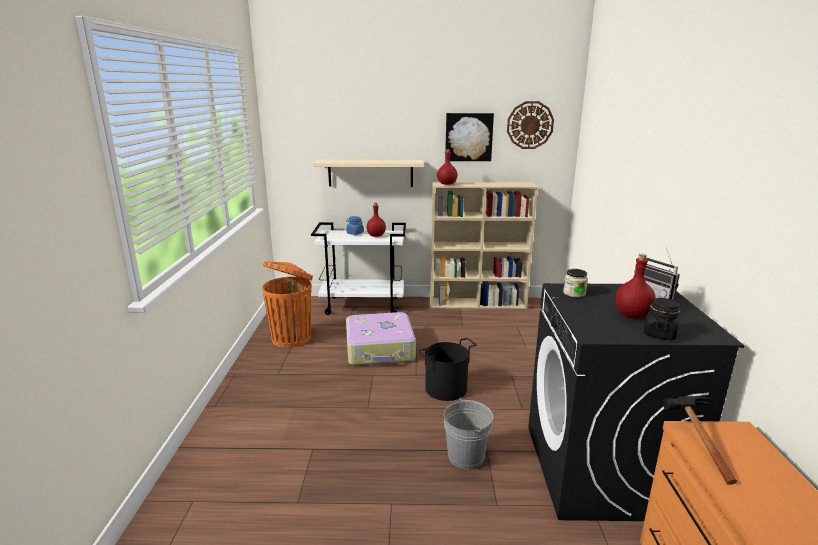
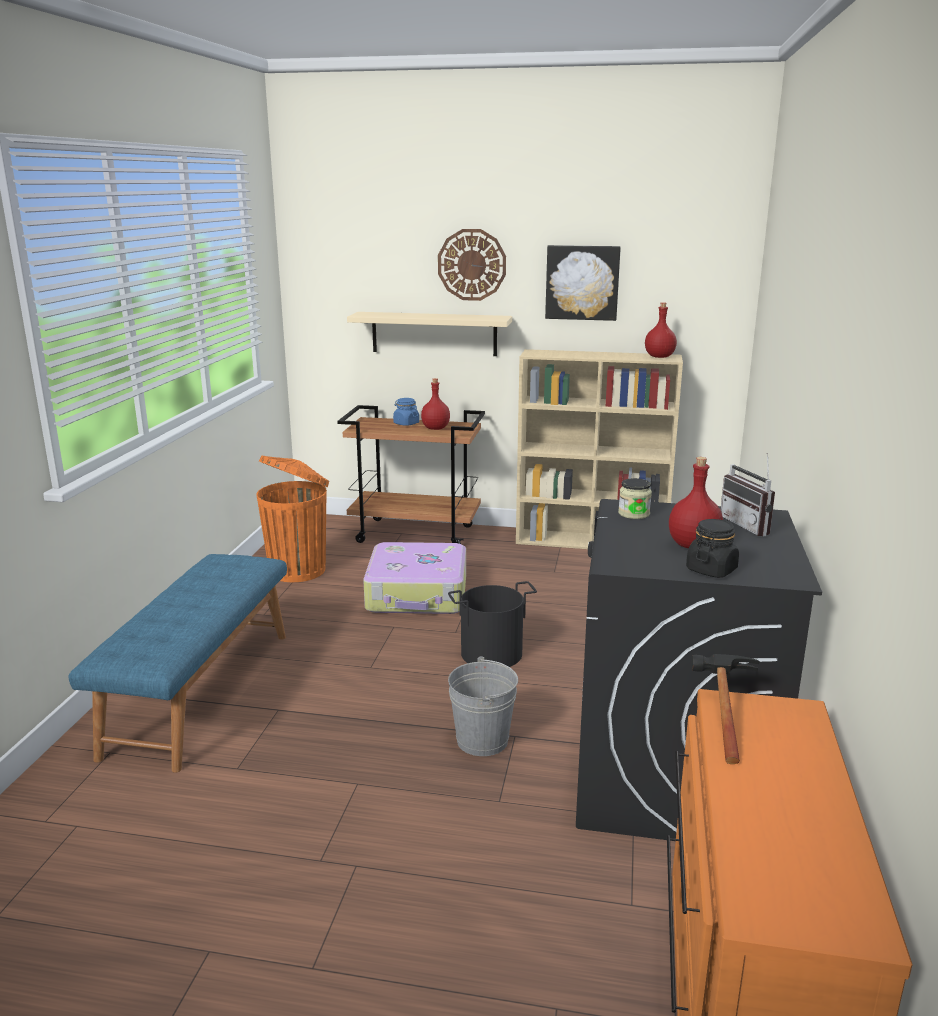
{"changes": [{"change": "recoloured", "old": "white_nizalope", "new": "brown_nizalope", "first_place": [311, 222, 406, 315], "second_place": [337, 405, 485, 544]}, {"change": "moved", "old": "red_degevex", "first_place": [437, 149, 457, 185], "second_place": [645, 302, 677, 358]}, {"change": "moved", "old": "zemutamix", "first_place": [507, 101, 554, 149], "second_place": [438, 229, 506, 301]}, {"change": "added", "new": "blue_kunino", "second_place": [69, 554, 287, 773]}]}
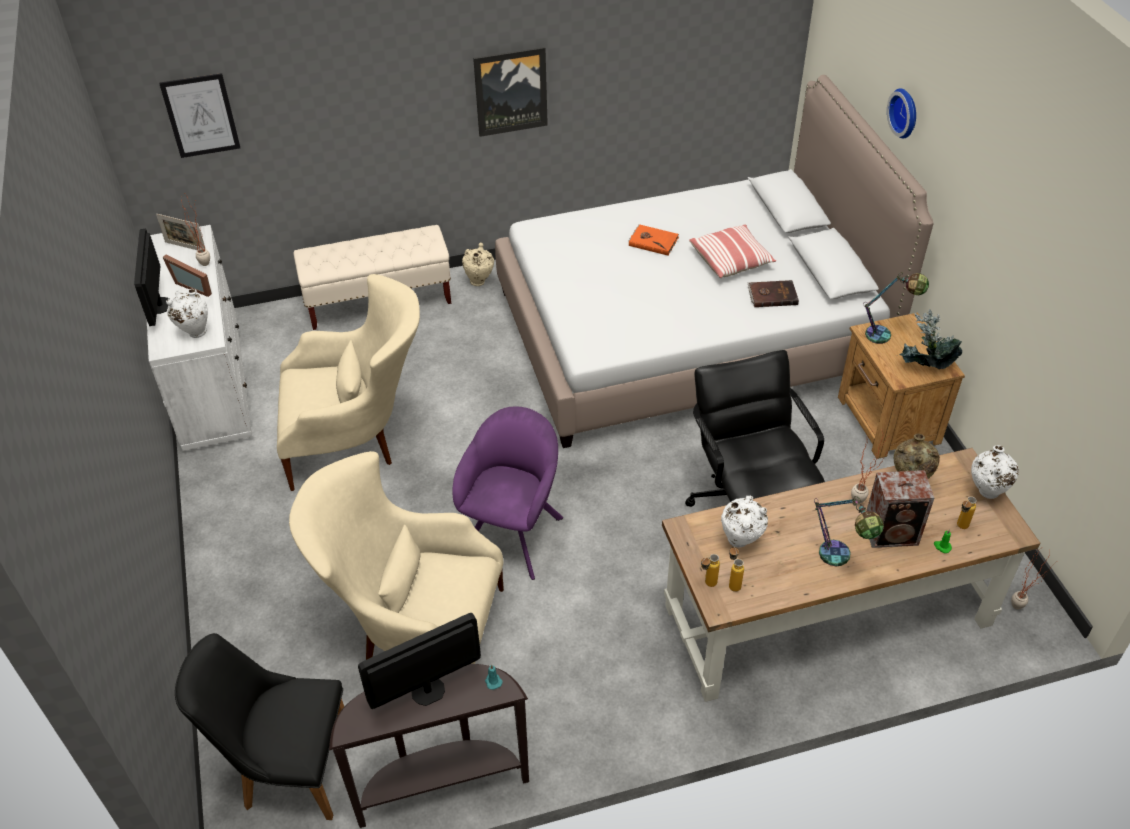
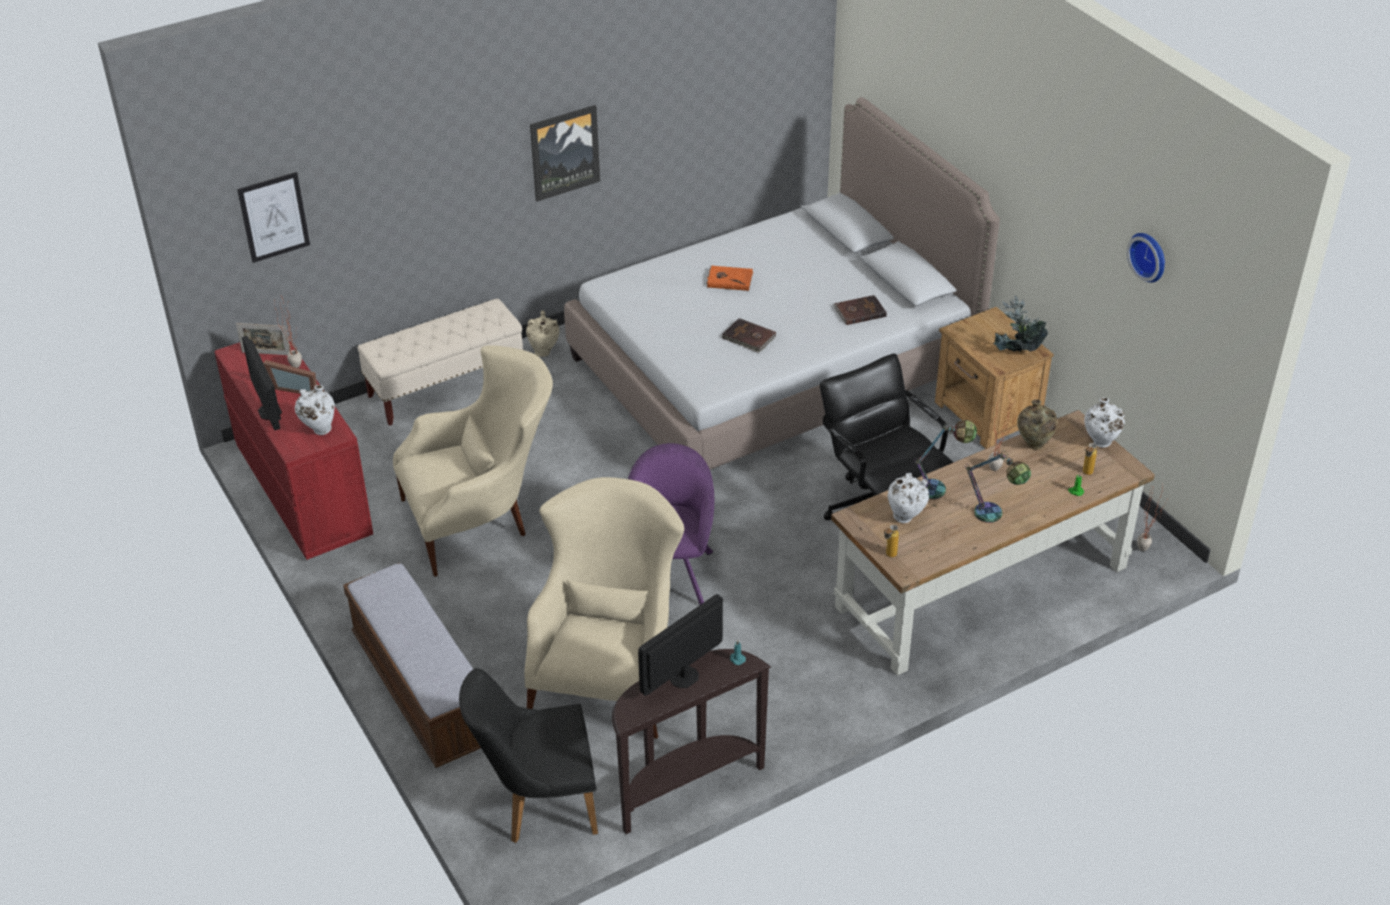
{"changes": [{"change": "recoloured", "old": "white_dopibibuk", "new": "red_dopibibuk", "first_place": [147, 225, 252, 451], "second_place": [214, 342, 373, 560]}, {"change": "turned", "old": "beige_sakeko", "first_place": [289, 451, 504, 664], "second_place": [524, 477, 684, 739], "degrees": 105}, {"change": "removed", "old": "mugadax", "first_place": [689, 224, 776, 278]}, {"change": "removed", "old": "degevex", "first_place": [729, 546, 744, 592]}, {"change": "moved", "old": "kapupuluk", "first_place": [863, 272, 929, 344], "second_place": [914, 420, 977, 499]}, {"change": "removed", "old": "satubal", "first_place": [866, 470, 934, 548]}, {"change": "moved", "old": "zemutamix", "first_place": [887, 88, 916, 139], "second_place": [1127, 233, 1165, 283]}, {"change": "added", "new": "kunino", "second_place": [343, 563, 481, 768]}, {"change": "added", "new": "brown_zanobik", "second_place": [722, 318, 776, 353]}]}
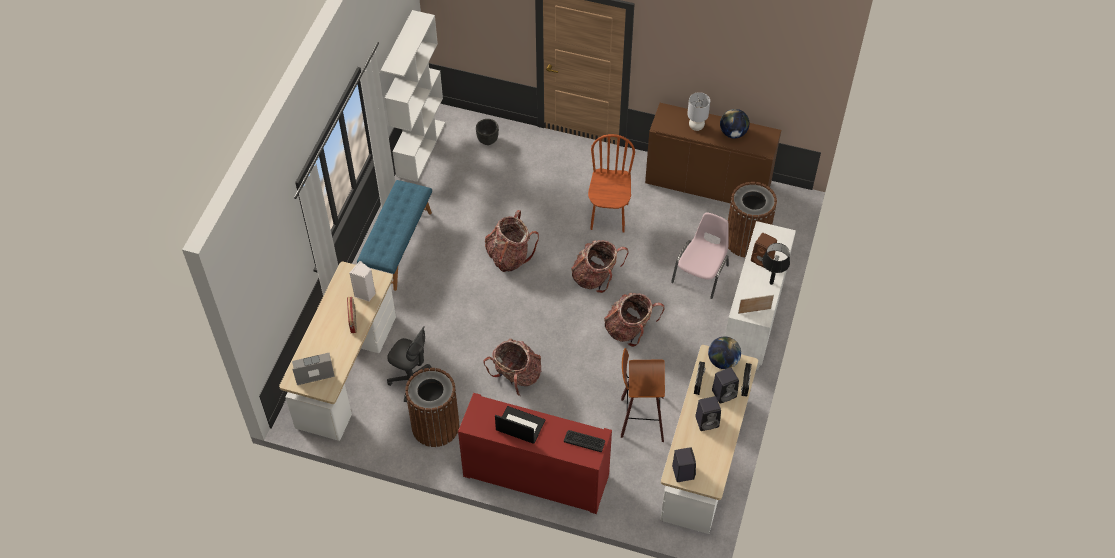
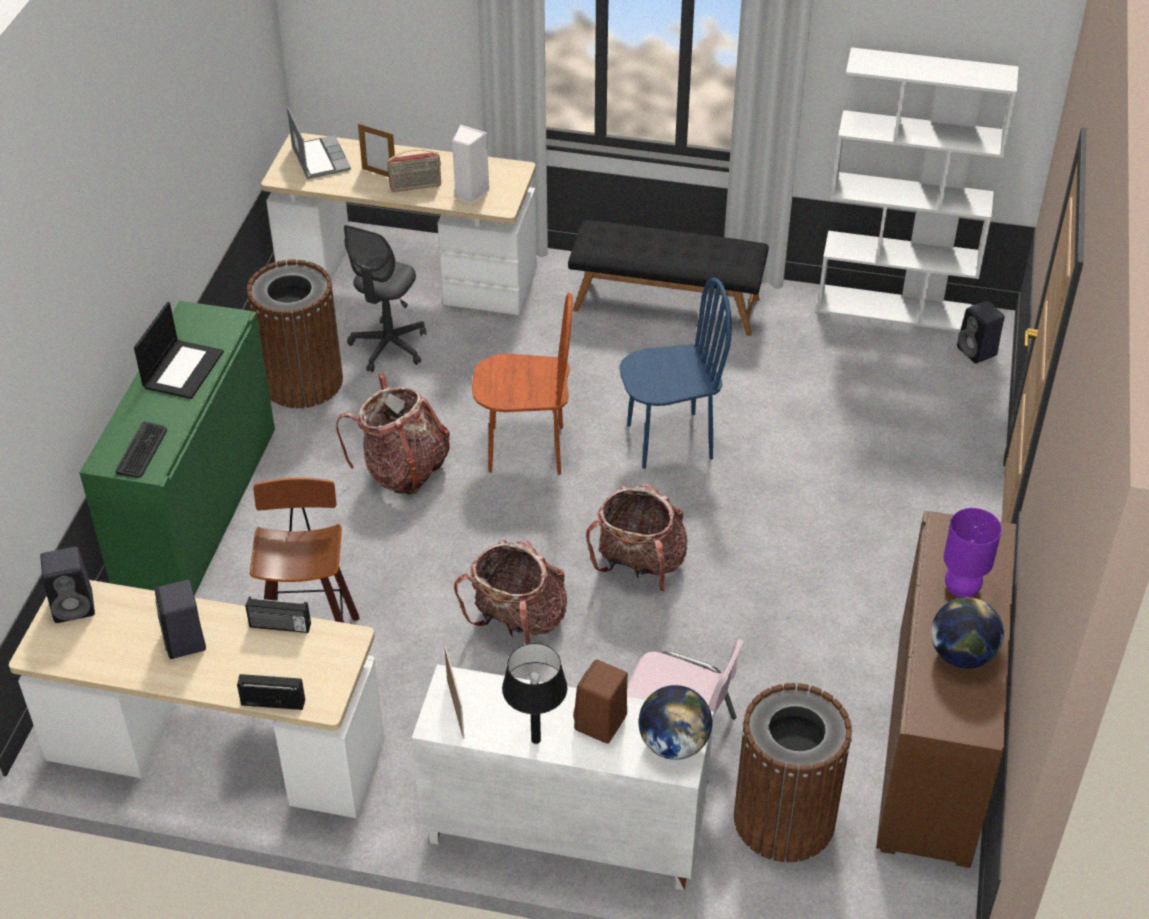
{"changes": [{"change": "recoloured", "old": "blue_kunino", "new": "black_kunino", "first_place": [357, 180, 432, 291], "second_place": [568, 220, 769, 336]}, {"change": "recoloured", "old": "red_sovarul", "new": "green_sovarul", "first_place": [458, 393, 612, 514], "second_place": [79, 301, 275, 596]}, {"change": "removed", "old": "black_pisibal", "first_place": [476, 119, 499, 145]}, {"change": "replaced", "old": "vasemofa", "new": "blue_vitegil", "first_place": [485, 210, 539, 272], "second_place": [619, 277, 732, 469]}, {"change": "moved", "old": "brown_vitegil", "first_place": [588, 134, 635, 233], "second_place": [472, 293, 573, 475]}, {"change": "recoloured", "old": "grey_kapupuluk", "new": "purple_kapupuluk", "first_place": [687, 92, 710, 131], "second_place": [943, 508, 1002, 597]}, {"change": "moved", "old": "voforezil", "first_place": [708, 336, 741, 369], "second_place": [639, 685, 712, 760]}, {"change": "moved", "old": "black_satubal", "first_place": [712, 367, 739, 404], "second_place": [957, 301, 1005, 364]}, {"change": "added", "new": "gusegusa", "second_place": [358, 123, 395, 177]}]}
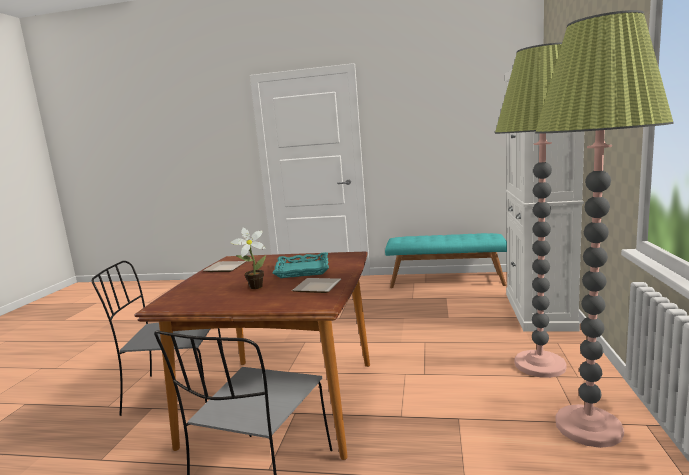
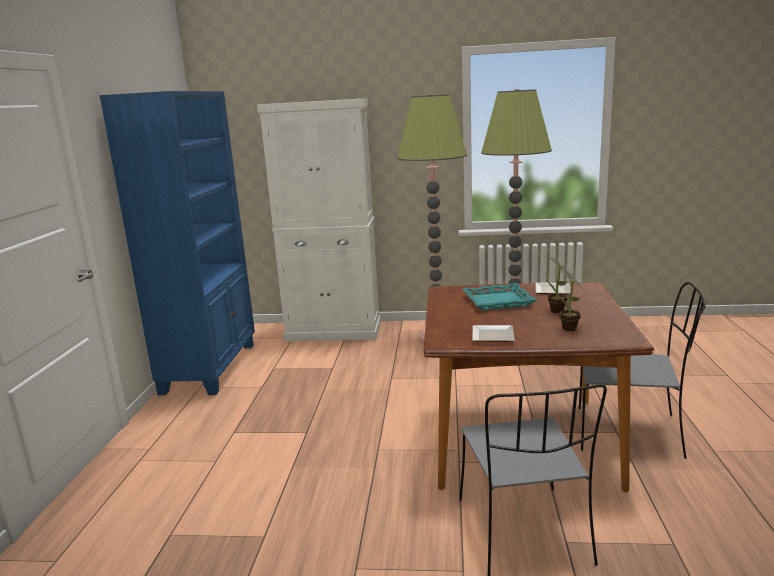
{"changes": [{"change": "replaced", "old": "turquoise_kunino", "new": "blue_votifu", "first_place": [385, 233, 507, 288], "second_place": [99, 91, 255, 395]}, {"change": "added", "new": "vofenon", "second_place": [558, 269, 588, 331]}]}
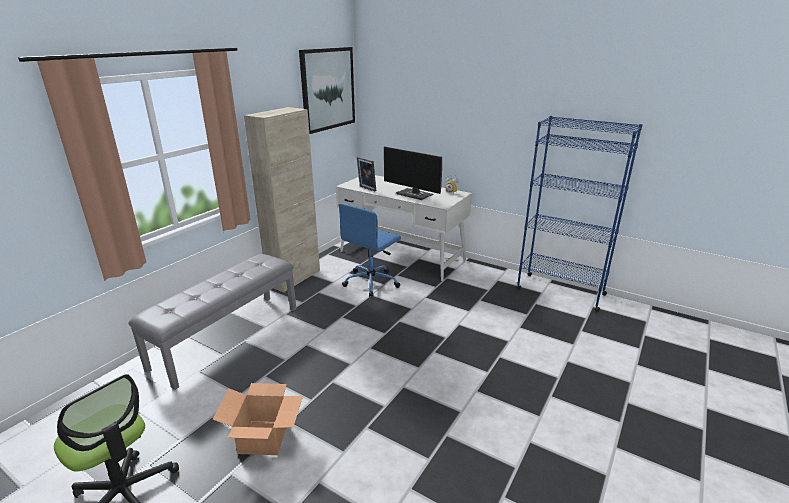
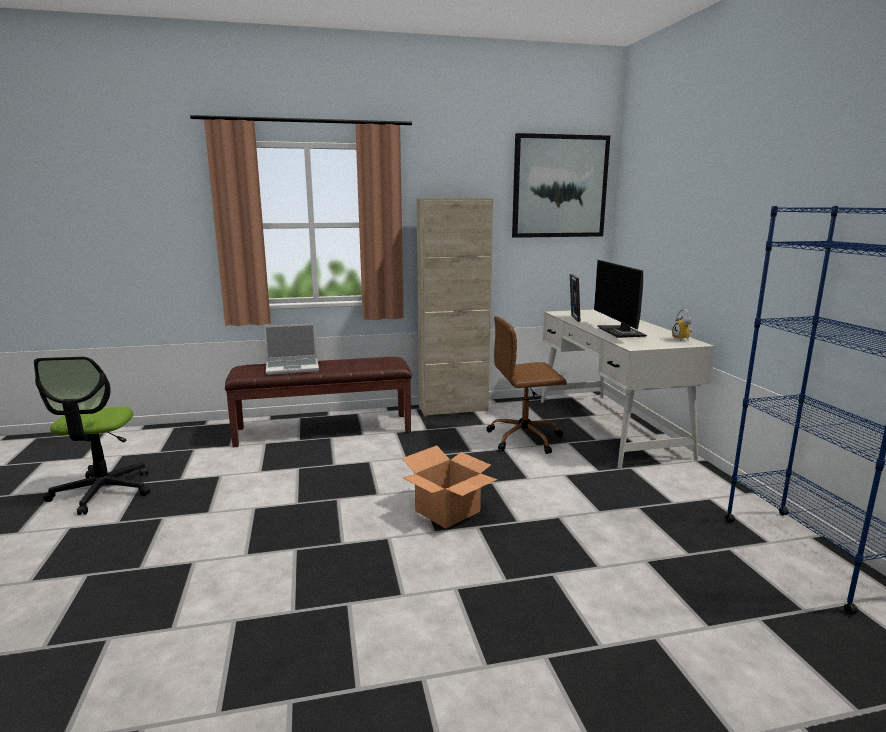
{"changes": [{"change": "recoloured", "old": "grey_kunino", "new": "brown_kunino", "first_place": [128, 254, 296, 390], "second_place": [225, 357, 412, 447]}, {"change": "moved", "old": "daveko", "first_place": [212, 383, 303, 455], "second_place": [402, 446, 497, 529]}, {"change": "recoloured", "old": "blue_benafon", "new": "brown_benafon", "first_place": [339, 203, 401, 297], "second_place": [487, 316, 567, 454]}, {"change": "added", "new": "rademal", "second_place": [264, 323, 319, 375]}]}
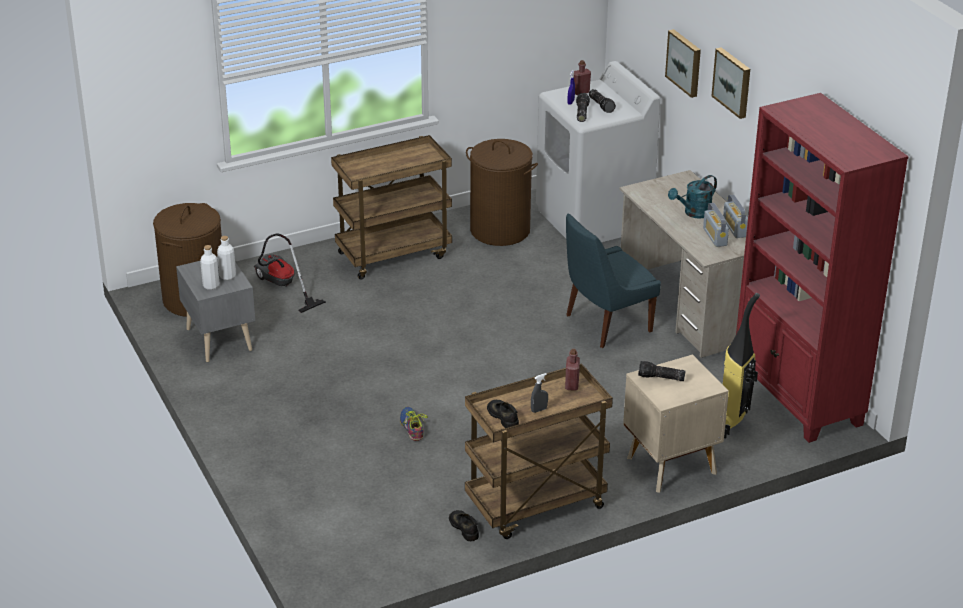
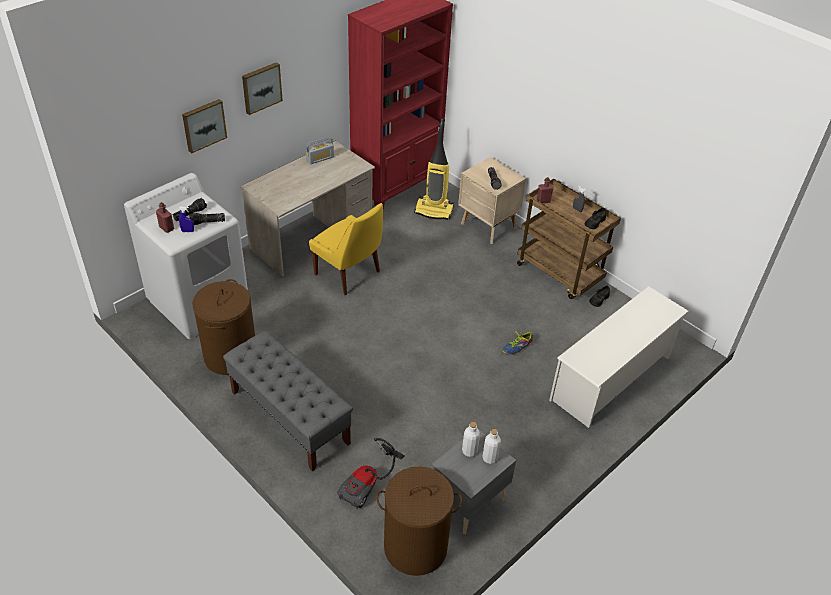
{"changes": [{"change": "replaced", "old": "brown_nizalope", "new": "grey_kunino", "first_place": [331, 135, 452, 280], "second_place": [223, 331, 353, 471]}, {"change": "recoloured", "old": "blue_vitegil", "new": "yellow_vitegil", "first_place": [566, 213, 661, 348], "second_place": [309, 203, 383, 295]}, {"change": "removed", "old": "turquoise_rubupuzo", "first_place": [668, 175, 717, 219]}, {"change": "removed", "old": "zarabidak", "first_place": [703, 203, 729, 247]}, {"change": "added", "new": "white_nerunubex", "second_place": [549, 286, 689, 428]}]}
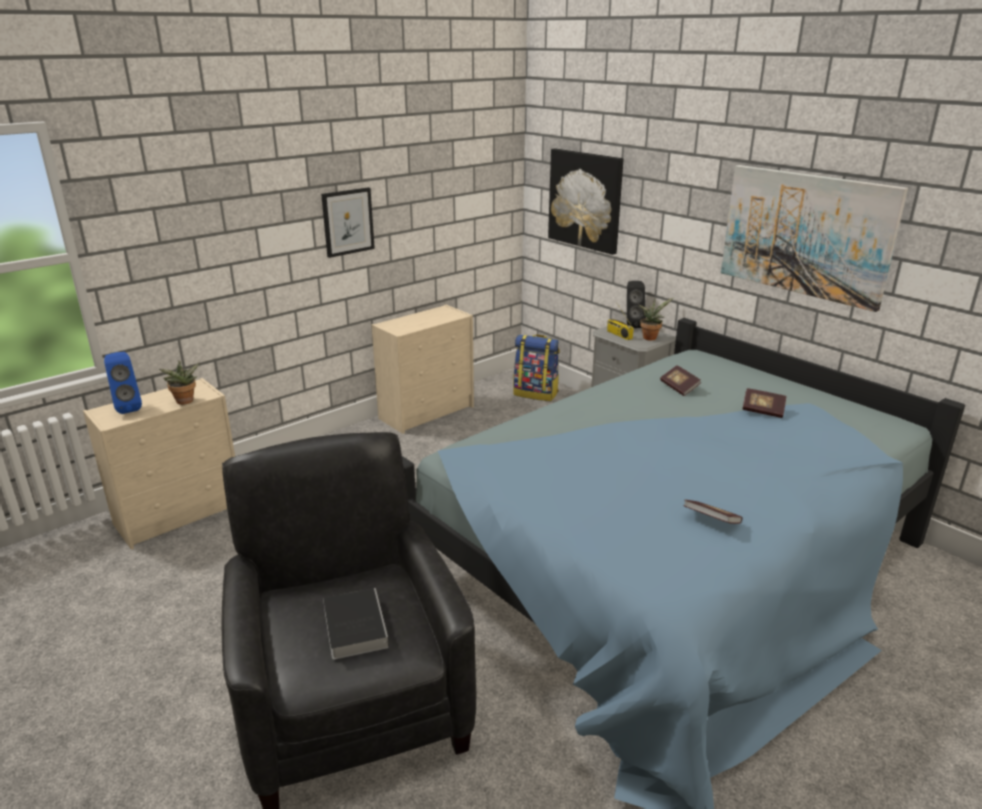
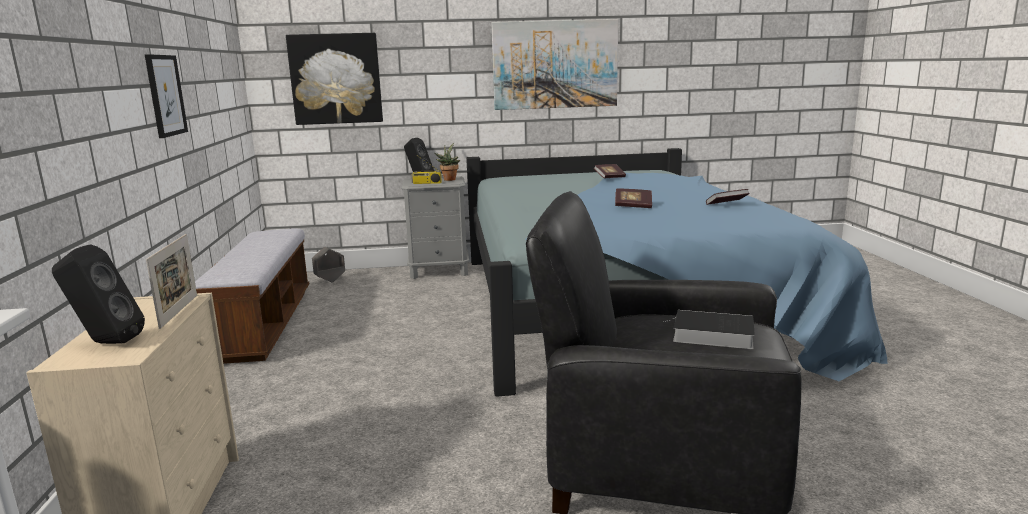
{"changes": [{"change": "recoloured", "old": "blue_satubal", "new": "black_satubal", "first_place": [104, 352, 142, 414], "second_place": [52, 244, 145, 344]}, {"change": "replaced", "old": "vofenon", "new": "gusegusa", "first_place": [159, 360, 199, 405], "second_place": [146, 234, 197, 329]}, {"change": "replaced", "old": "beige_dopibibuk", "new": "kunino", "first_place": [371, 305, 474, 434], "second_place": [195, 229, 310, 364]}, {"change": "replaced", "old": "vasemofa", "new": "grey_pisibal", "first_place": [513, 334, 559, 401], "second_place": [312, 247, 345, 283]}, {"change": "moved", "old": "zanobik", "first_place": [660, 365, 701, 396], "second_place": [615, 188, 652, 208]}]}
